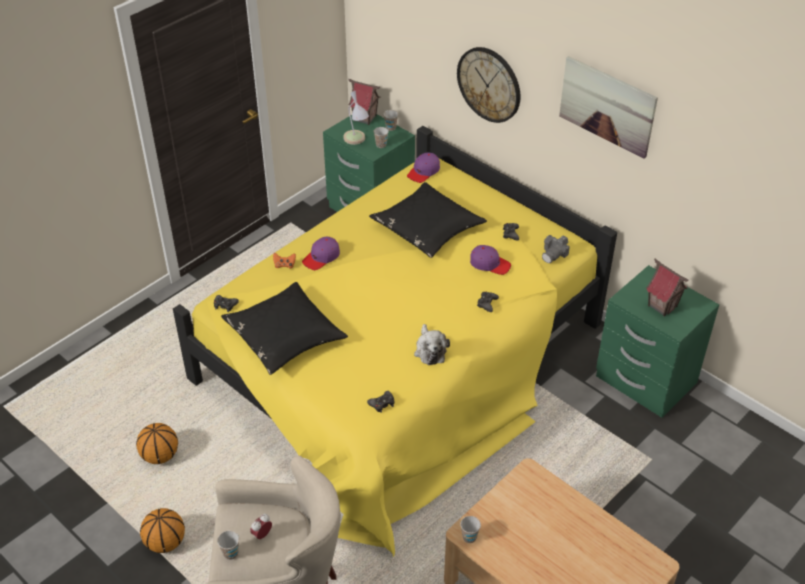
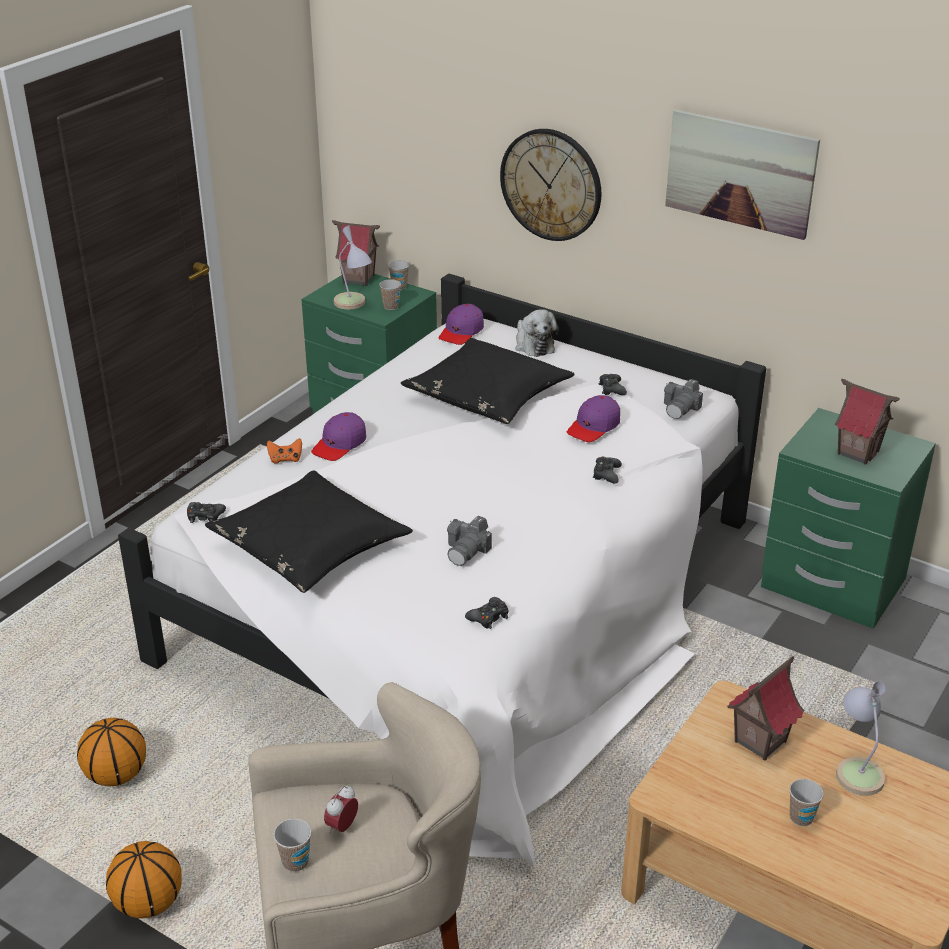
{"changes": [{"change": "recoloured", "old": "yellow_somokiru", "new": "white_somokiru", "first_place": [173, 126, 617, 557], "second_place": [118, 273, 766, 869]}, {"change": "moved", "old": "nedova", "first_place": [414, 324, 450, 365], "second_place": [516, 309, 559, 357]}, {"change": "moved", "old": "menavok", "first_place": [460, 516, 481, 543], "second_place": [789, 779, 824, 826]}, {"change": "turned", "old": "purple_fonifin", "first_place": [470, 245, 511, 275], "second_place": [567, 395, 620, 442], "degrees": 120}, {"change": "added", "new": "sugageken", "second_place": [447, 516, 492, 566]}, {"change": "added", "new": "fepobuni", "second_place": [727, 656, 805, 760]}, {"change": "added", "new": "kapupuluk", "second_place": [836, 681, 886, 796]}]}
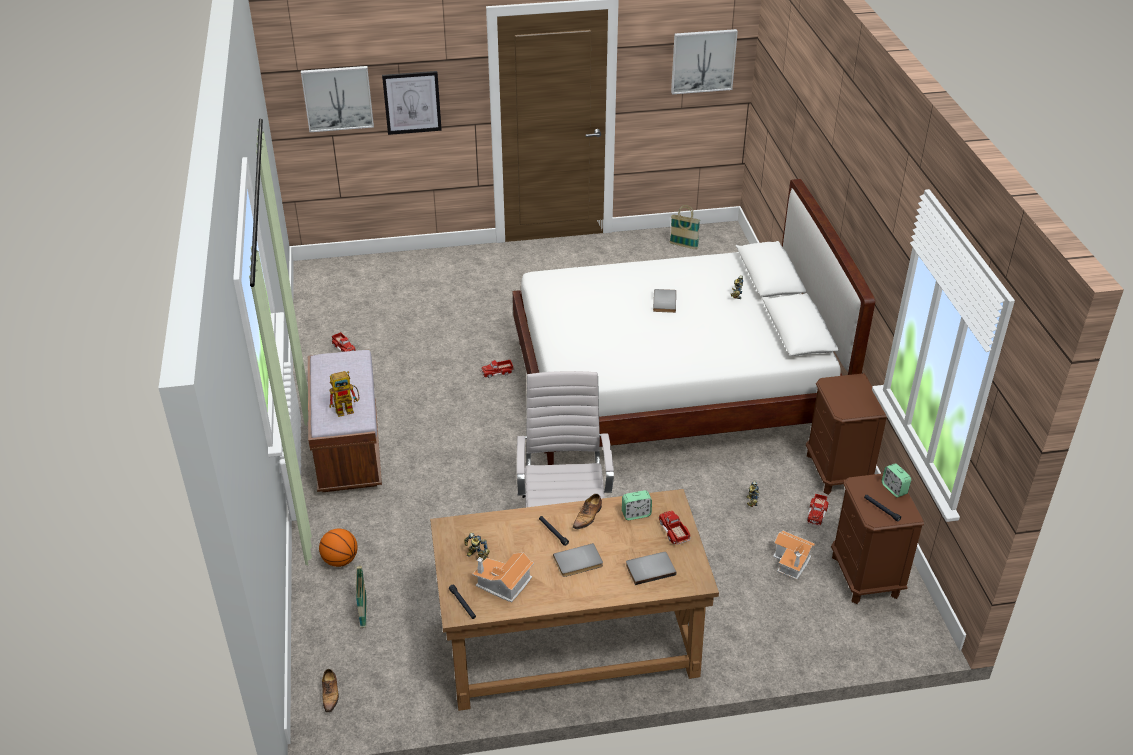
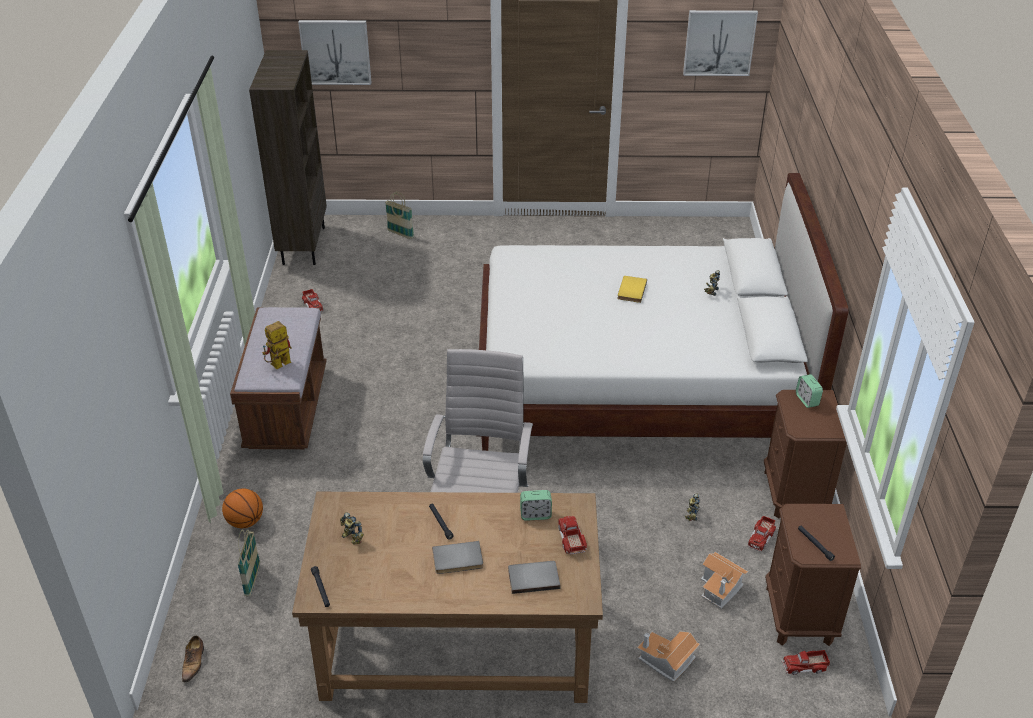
{"changes": [{"change": "turned", "old": "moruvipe", "first_place": [329, 371, 359, 417], "second_place": [262, 321, 292, 369], "degrees": 150}, {"change": "removed", "old": "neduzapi", "first_place": [382, 71, 442, 135]}, {"change": "moved", "old": "fepobuni", "first_place": [472, 552, 534, 602], "second_place": [637, 631, 700, 682]}, {"change": "moved", "old": "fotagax", "first_place": [481, 360, 514, 378], "second_place": [782, 650, 830, 675]}, {"change": "removed", "old": "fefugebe", "first_place": [573, 494, 602, 529]}, {"change": "recoloured", "old": "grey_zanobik", "new": "yellow_zanobik", "first_place": [653, 289, 676, 313], "second_place": [617, 276, 647, 303]}, {"change": "moved", "old": "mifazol", "first_place": [670, 205, 700, 249], "second_place": [385, 192, 414, 239]}, {"change": "moved", "old": "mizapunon", "first_place": [882, 463, 911, 497], "second_place": [796, 374, 823, 408]}, {"change": "added", "new": "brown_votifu", "second_place": [249, 50, 327, 265]}]}
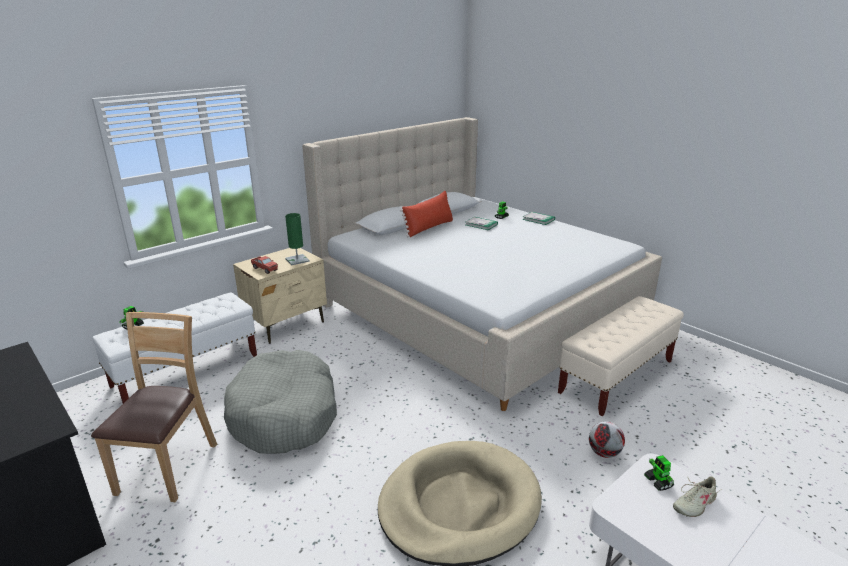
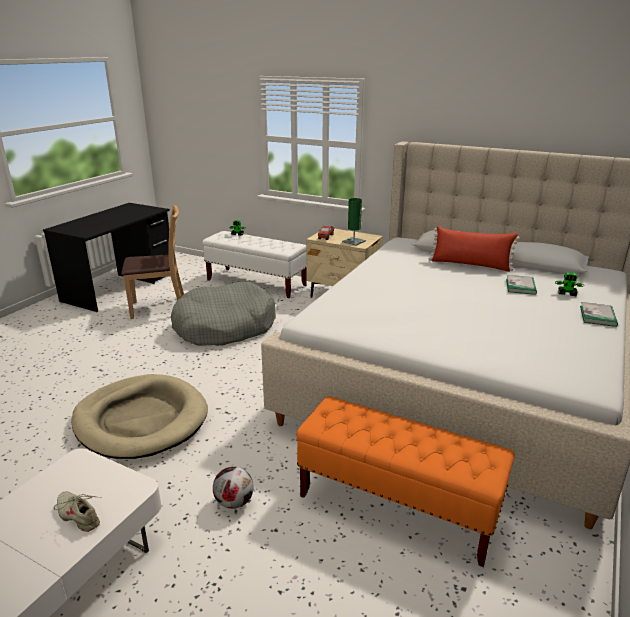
{"changes": [{"change": "recoloured", "old": "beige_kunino", "new": "orange_kunino", "first_place": [558, 296, 684, 416], "second_place": [296, 396, 515, 567]}, {"change": "removed", "old": "moruvipe", "first_place": [644, 455, 674, 491]}]}
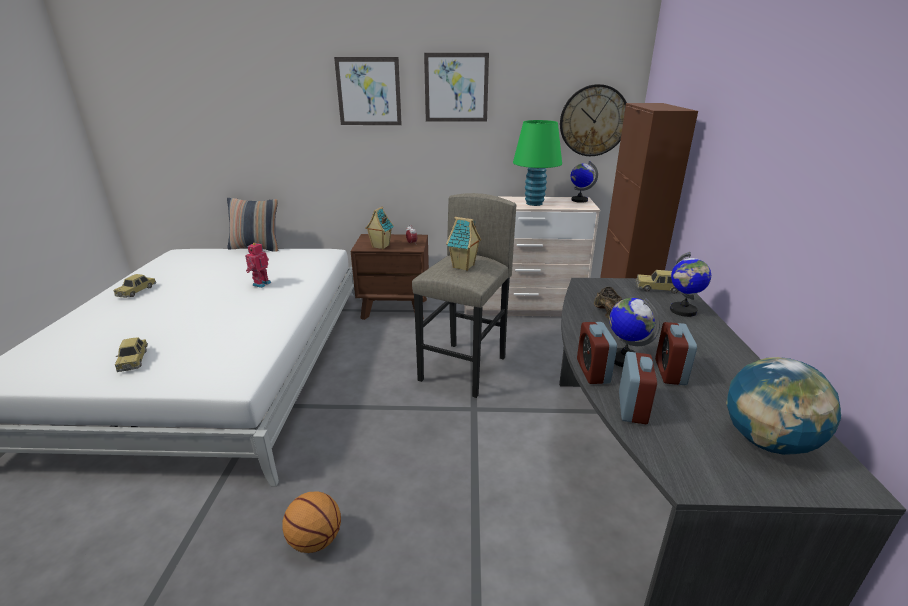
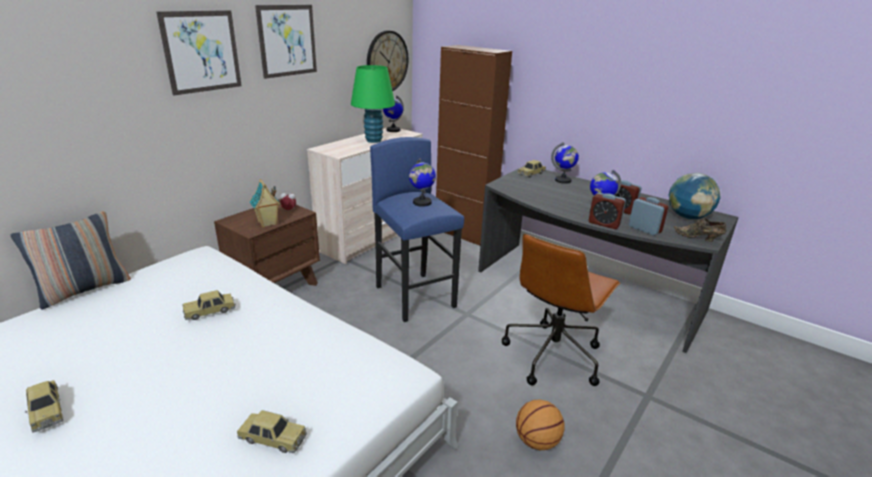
{"changes": [{"change": "replaced", "old": "moruvipe", "new": "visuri", "first_place": [245, 242, 271, 288], "second_place": [182, 290, 235, 320]}, {"change": "recoloured", "old": "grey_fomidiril", "new": "blue_fomidiril", "first_place": [412, 193, 516, 398], "second_place": [370, 137, 464, 322]}, {"change": "replaced", "old": "fepobuni", "new": "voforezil", "first_place": [446, 217, 481, 271], "second_place": [409, 158, 436, 207]}, {"change": "moved", "old": "brown_fefugebe", "first_place": [594, 287, 622, 318], "second_place": [674, 217, 726, 242]}, {"change": "added", "new": "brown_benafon", "second_place": [502, 234, 620, 386]}]}
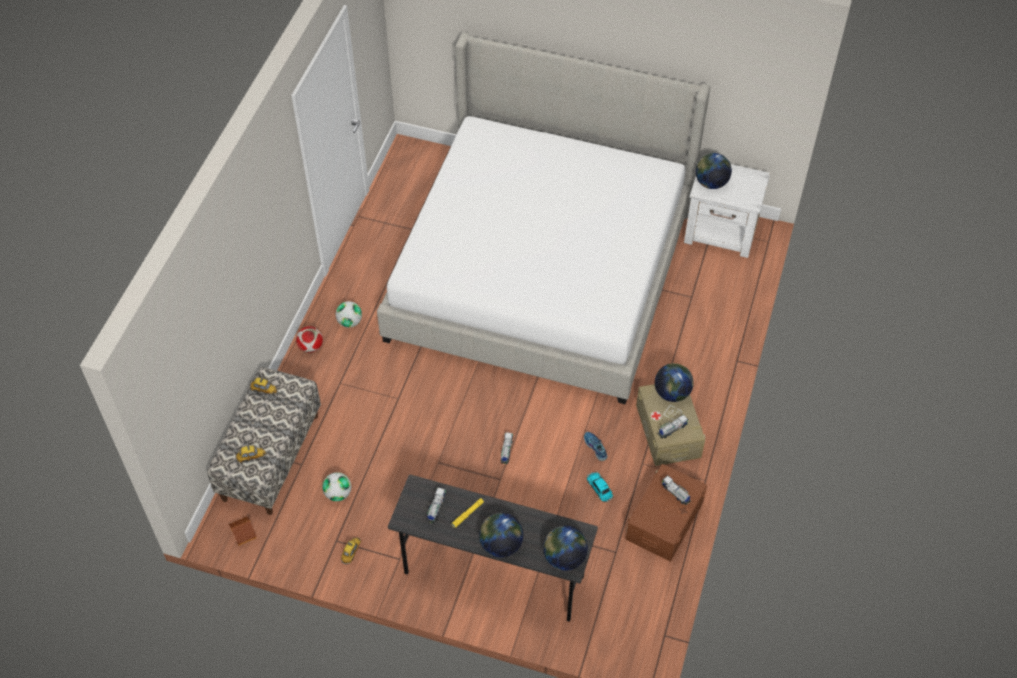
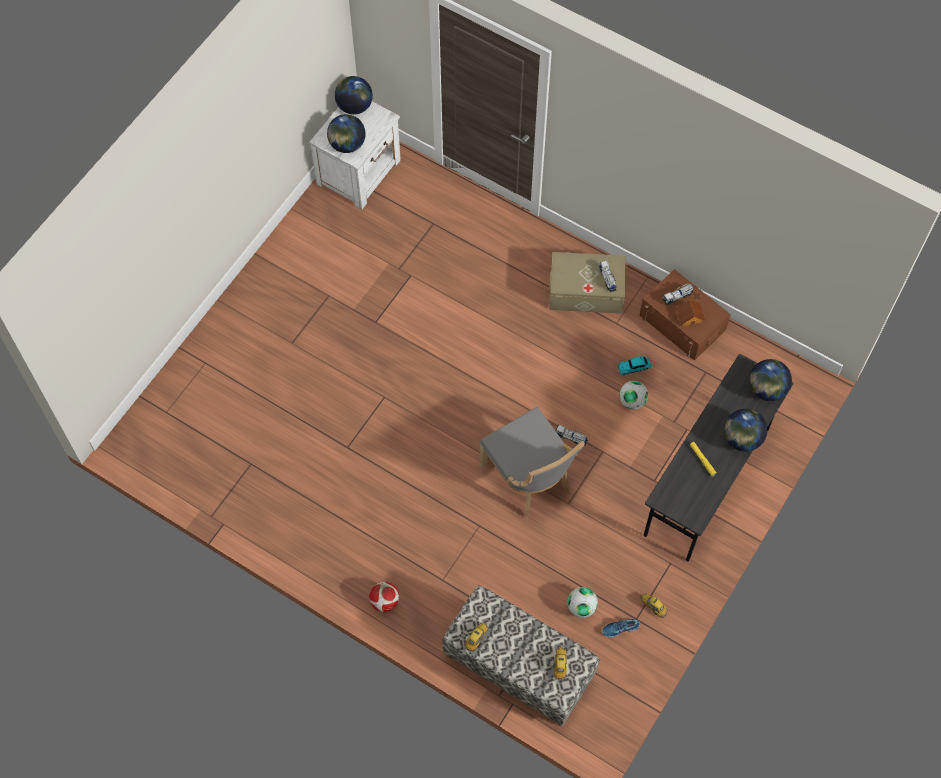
{"changes": [{"change": "moved", "old": "fepobuni", "first_place": [229, 517, 257, 546], "second_place": [676, 299, 705, 327]}, {"change": "moved", "old": "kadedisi", "first_place": [336, 301, 362, 328], "second_place": [619, 381, 648, 409]}, {"change": "removed", "old": "somokiru", "first_place": [377, 33, 711, 404]}, {"change": "removed", "old": "fotagax", "first_place": [427, 487, 446, 523]}, {"change": "moved", "old": "fefugebe", "first_place": [584, 432, 608, 461], "second_place": [602, 619, 640, 637]}, {"change": "moved", "old": "voforezil", "first_place": [655, 363, 694, 402], "second_place": [335, 76, 373, 115]}, {"change": "added", "new": "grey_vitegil", "second_place": [479, 407, 585, 518]}]}
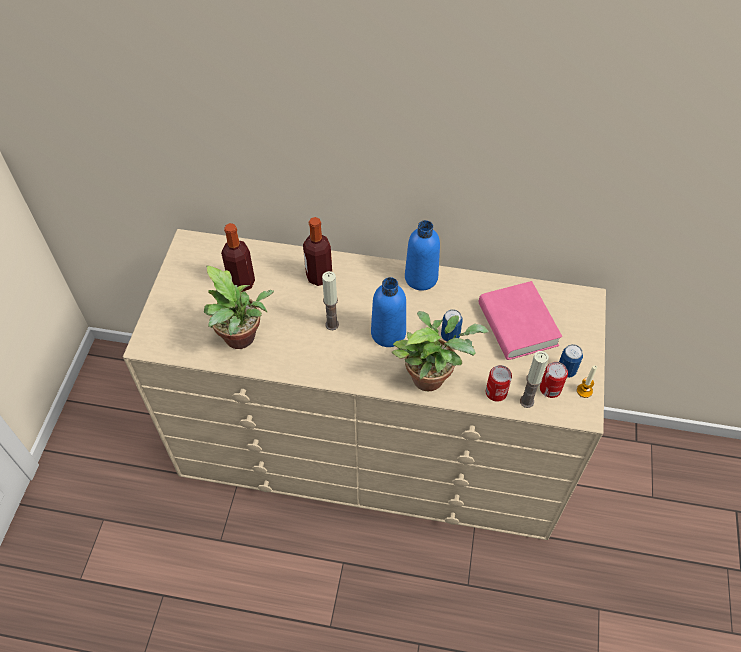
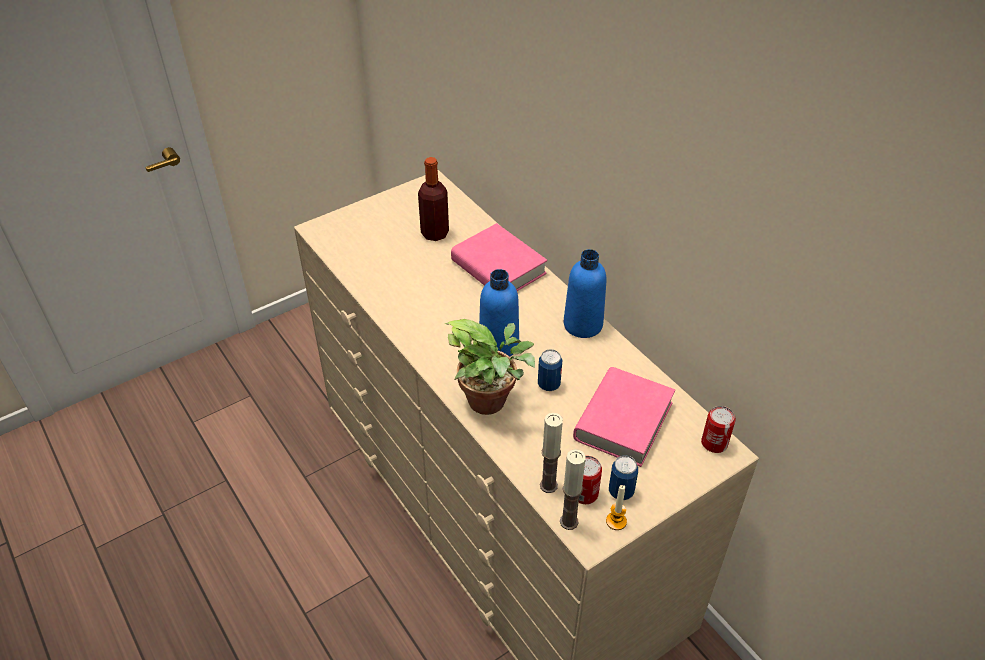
{"changes": [{"change": "removed", "old": "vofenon", "first_place": [204, 265, 274, 349]}, {"change": "replaced", "old": "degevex", "new": "pink_zanobik", "first_place": [303, 217, 332, 286], "second_place": [451, 223, 547, 291]}, {"change": "moved", "old": "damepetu", "first_place": [322, 271, 339, 330], "second_place": [560, 449, 585, 530]}, {"change": "moved", "old": "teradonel", "first_place": [486, 365, 512, 402], "second_place": [701, 406, 736, 453]}]}
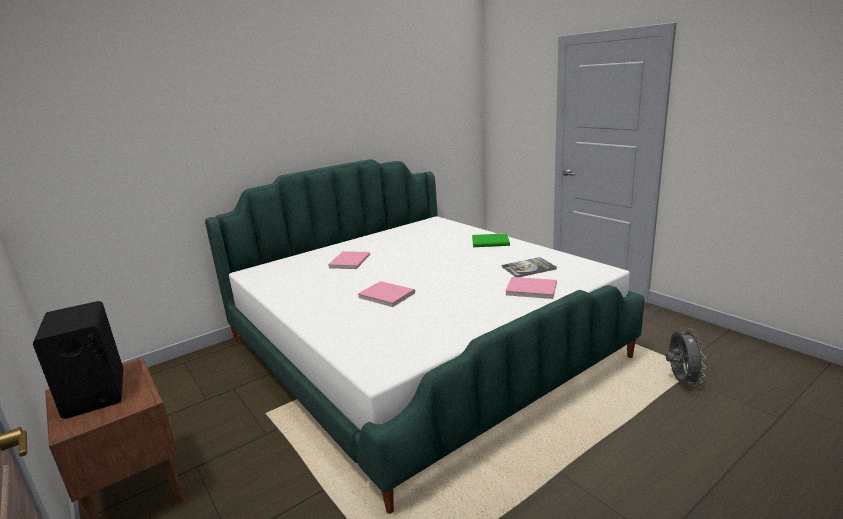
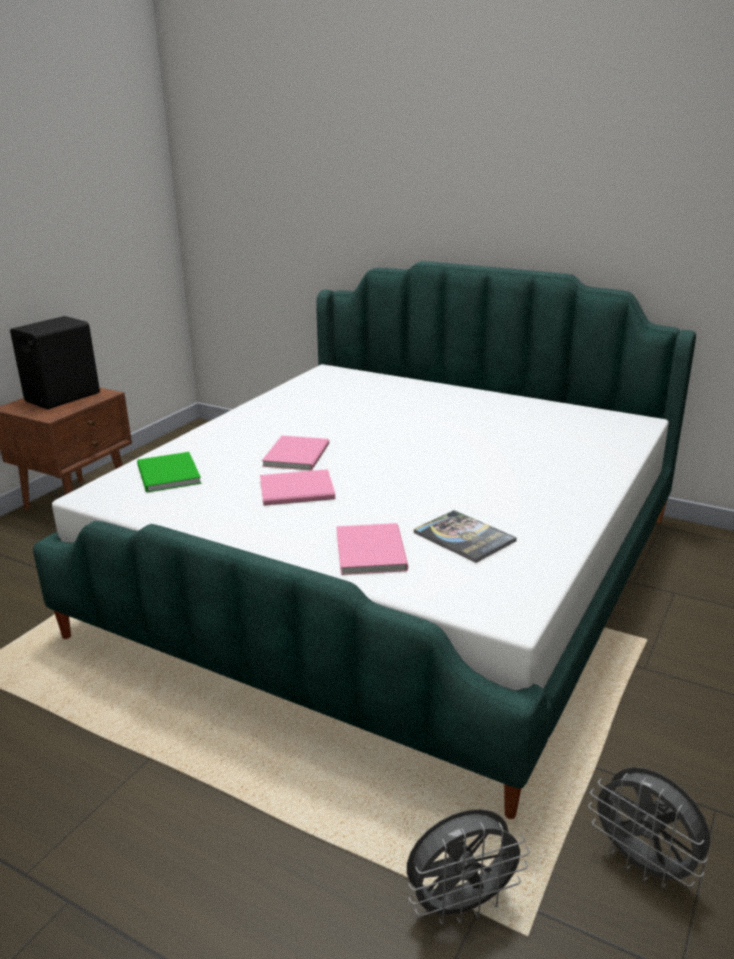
{"changes": [{"change": "moved", "old": "pink_zanobik", "first_place": [328, 251, 370, 269], "second_place": [260, 469, 335, 506]}, {"change": "moved", "old": "green_zanobik", "first_place": [472, 233, 510, 247], "second_place": [137, 452, 202, 493]}, {"change": "added", "new": "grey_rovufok", "second_place": [588, 767, 710, 888]}]}
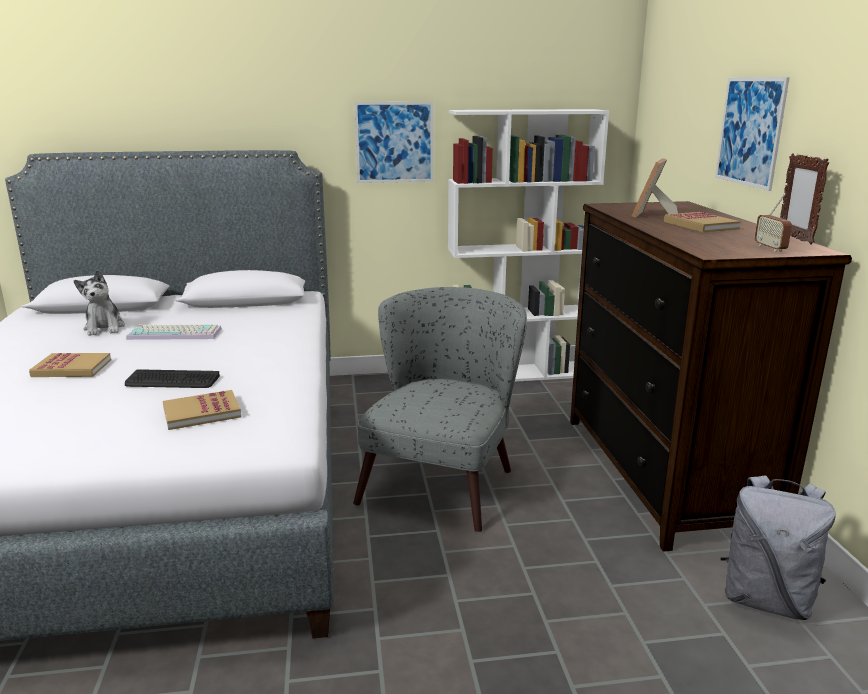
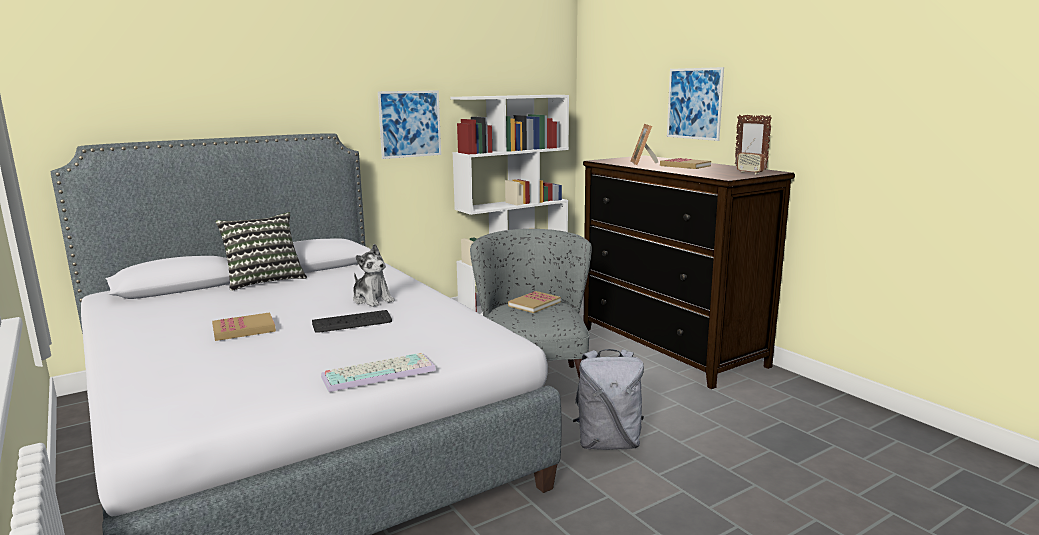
{"changes": [{"change": "moved", "old": "nedova", "first_place": [74, 270, 125, 336], "second_place": [353, 244, 395, 307]}, {"change": "moved", "old": "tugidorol", "first_place": [126, 324, 222, 340], "second_place": [321, 353, 436, 392]}, {"change": "moved", "old": "zanobik", "first_place": [163, 390, 241, 430], "second_place": [508, 291, 561, 313]}, {"change": "moved", "old": "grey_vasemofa", "first_place": [720, 475, 836, 620], "second_place": [573, 349, 644, 450]}, {"change": "added", "new": "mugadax", "second_place": [216, 212, 307, 291]}]}
